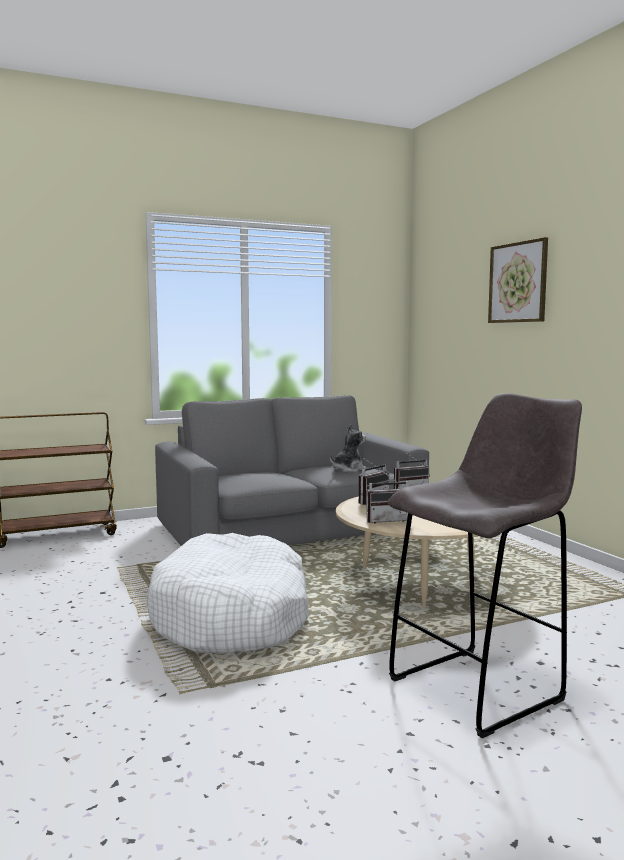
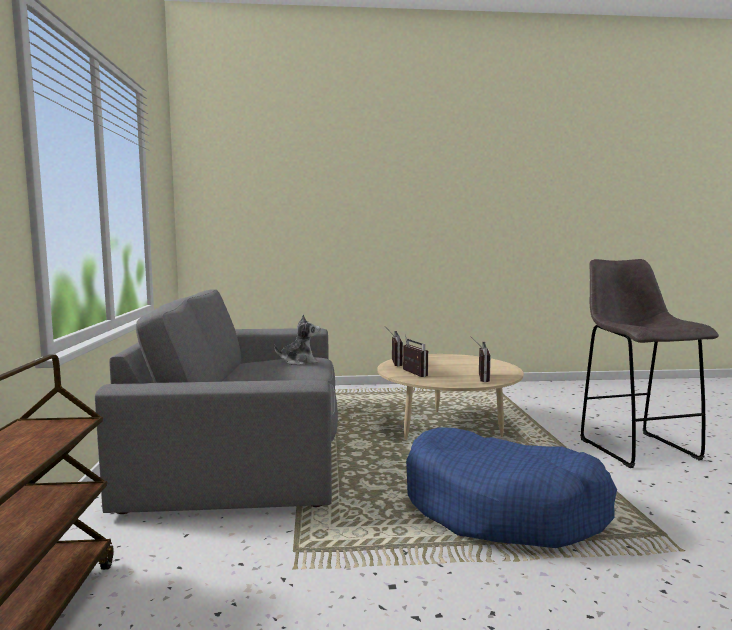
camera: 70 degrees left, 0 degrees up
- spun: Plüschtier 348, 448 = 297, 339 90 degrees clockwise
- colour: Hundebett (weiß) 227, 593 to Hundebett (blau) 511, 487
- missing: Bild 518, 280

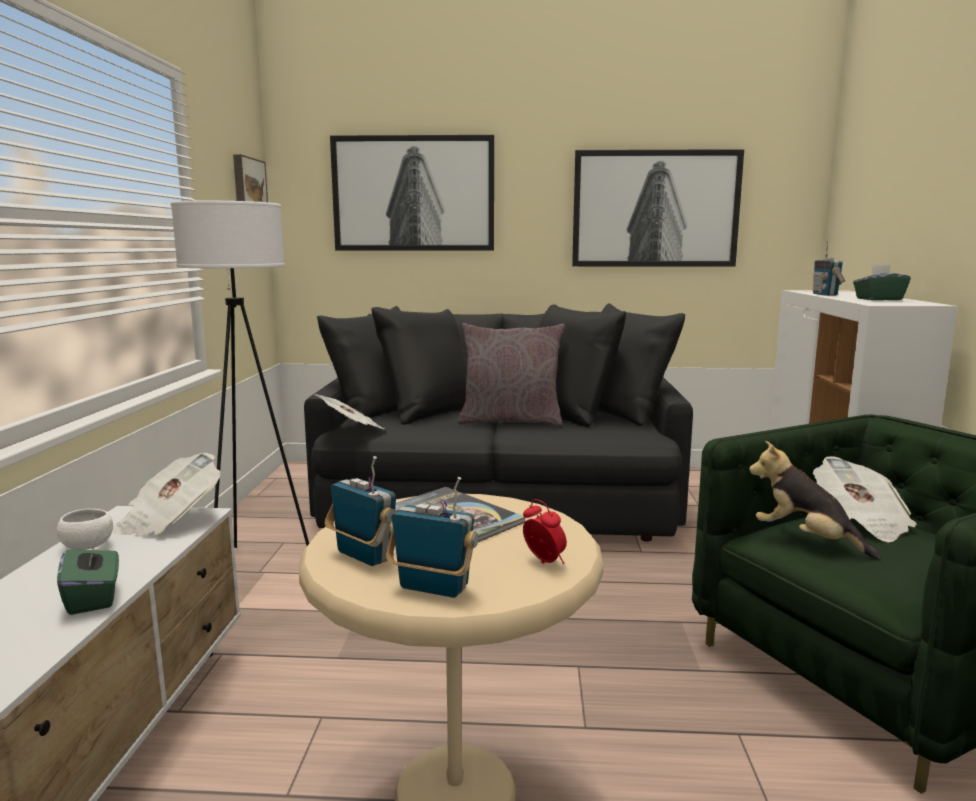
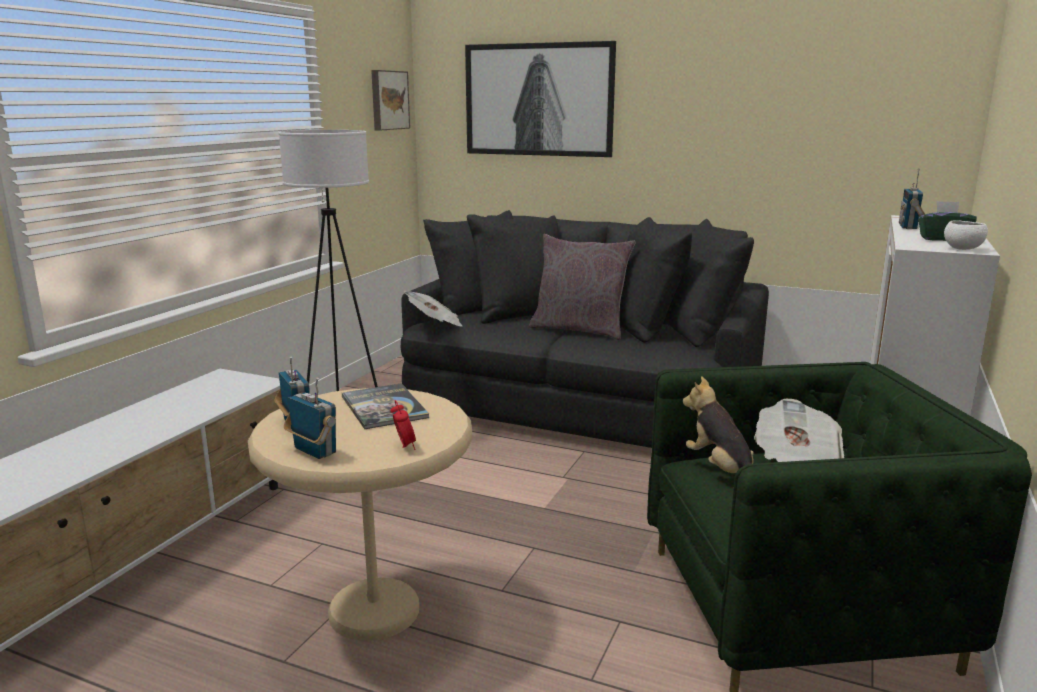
camera: 20 degrees right, 5 degrees up
- relocated: Schüssel (weiß) 85, 529 to 966, 235
- missing: Taschentuchbox (grün) 88, 575
- missing: Zeitung 167, 494
- missing: Bild 658, 208

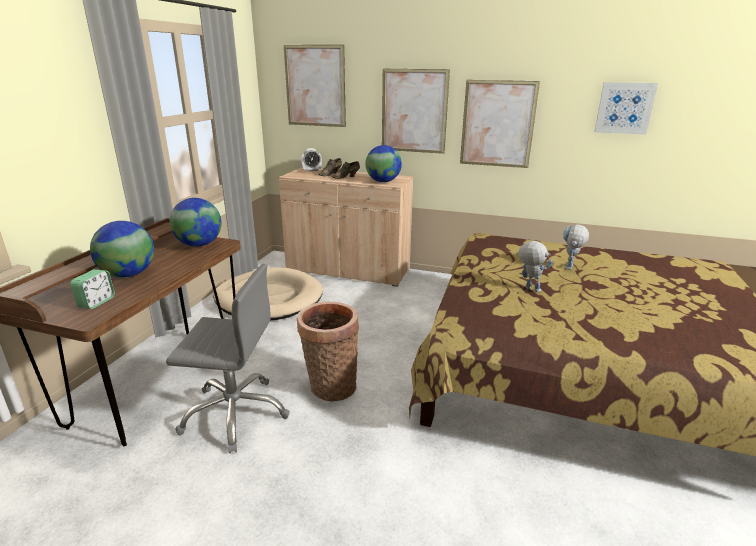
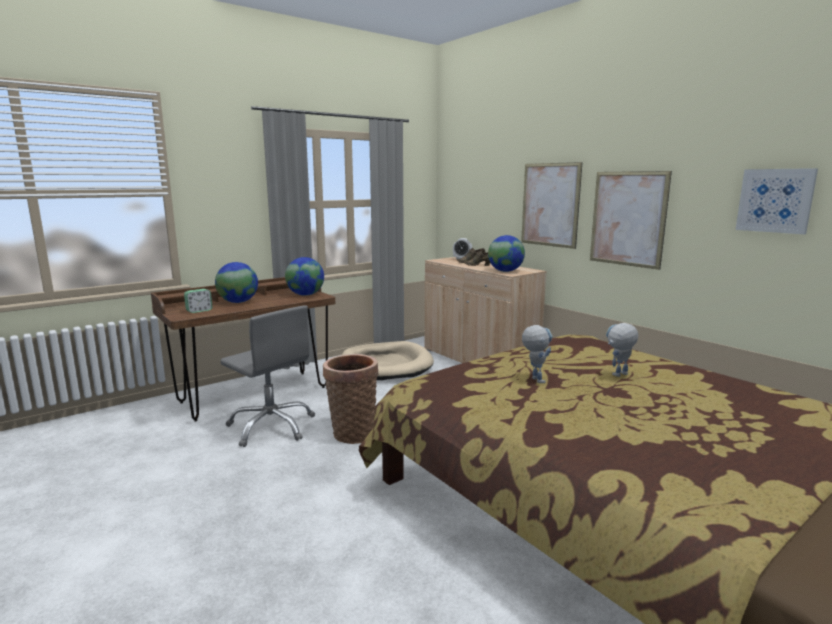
camera: 35 degrees right, 10 degrees down
- missing: Bild 315, 86

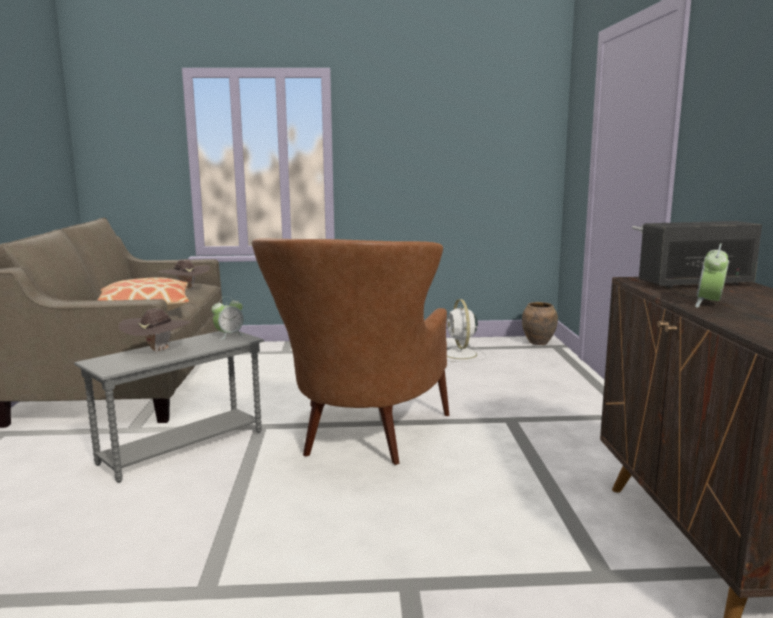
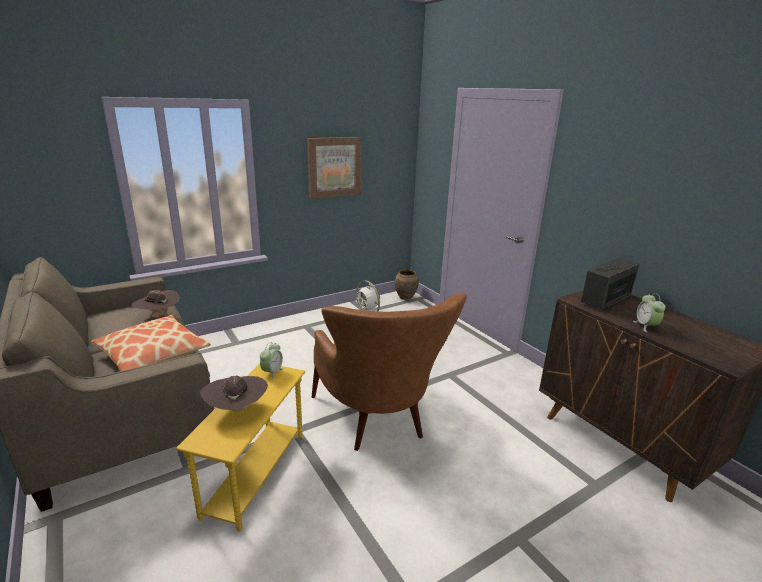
camera: 30 degrees left, 10 degrees up
- colour: Beistelltisch (grau) 169, 407 to Beistelltisch (gelb) 240, 447
- appeared: Bild 334, 168

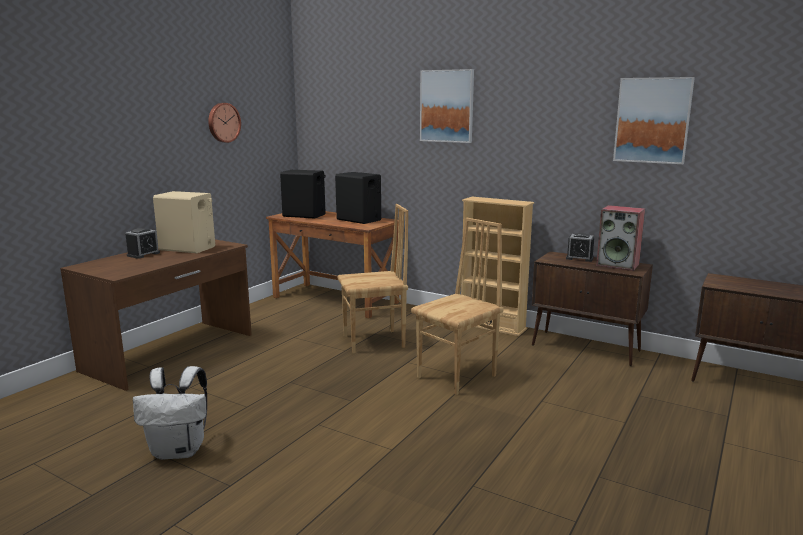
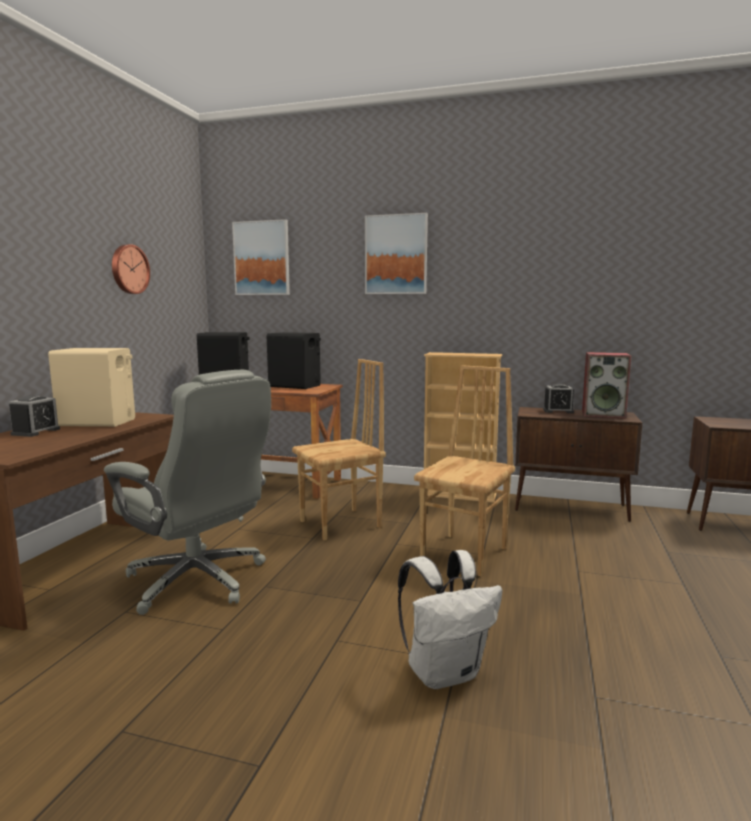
camera: 15 degrees left, 5 degrees down
- appeared: Bürostuhl (grau) 187, 492
- relocated: Bild 654, 120 to 261, 257
- relocated: Rucksack (weiß) 170, 413 to 450, 619

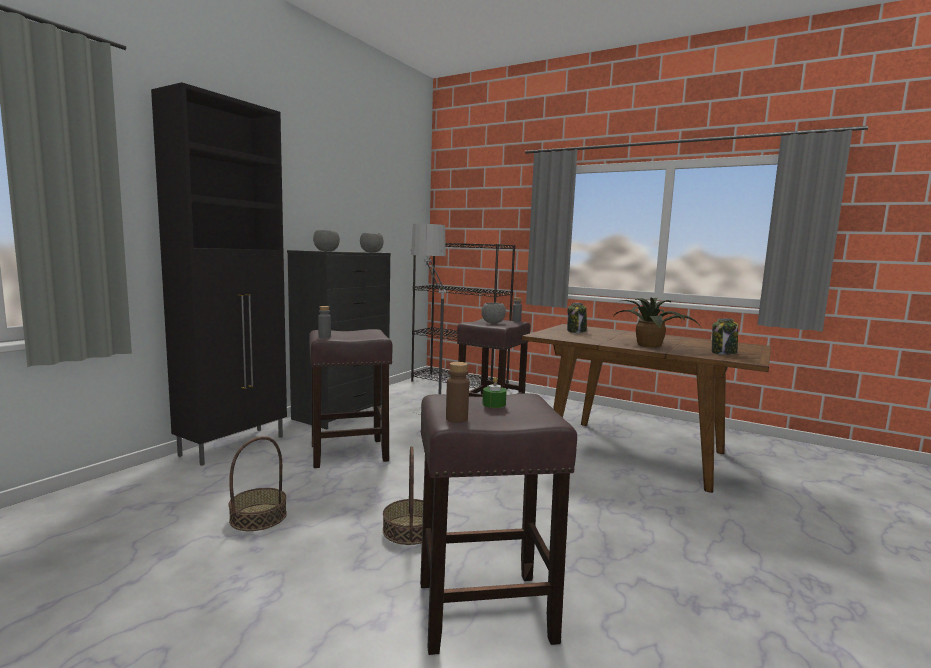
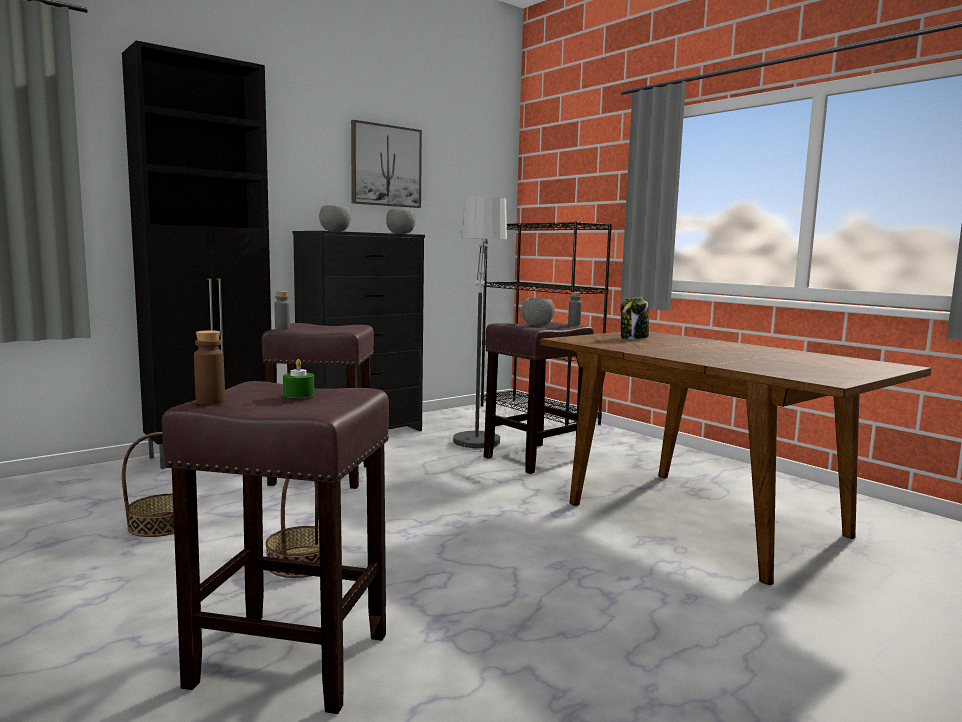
camera: 20 degrees right, 0 degrees up
- appeared: Bild 386, 164
- missing: Topfpflanze 657, 323
- missing: Vorratsglas 725, 336

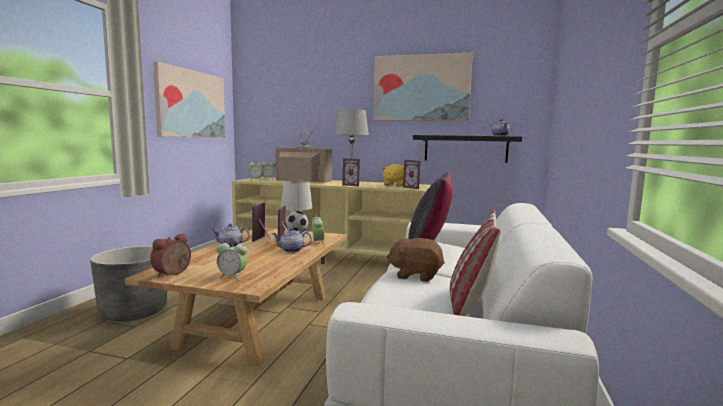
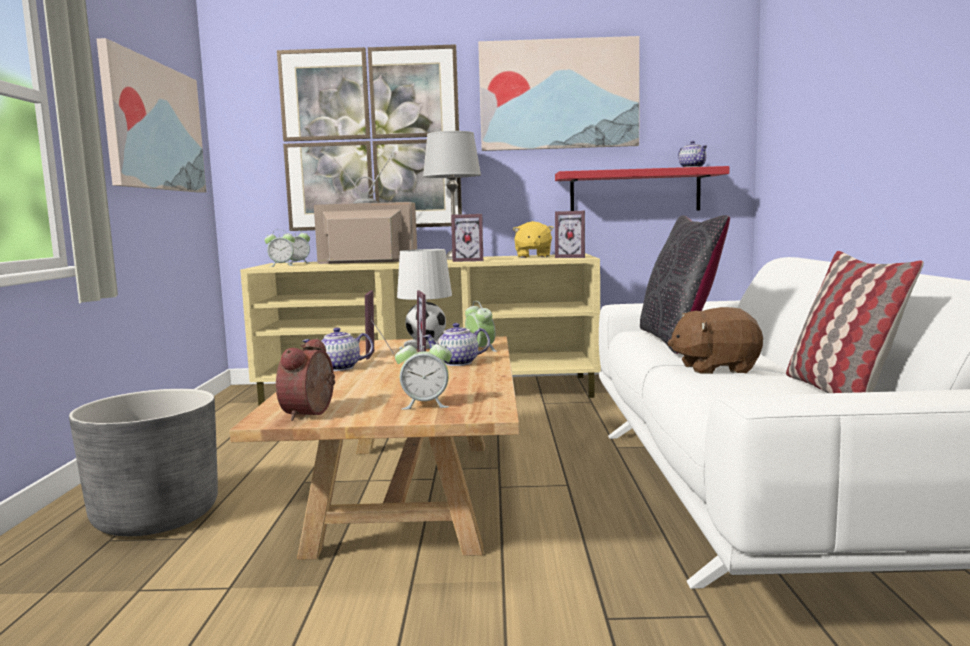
camera: 15 degrees left, 0 degrees up
- appeared: Bild 369, 137
- colour: Wandregal (schwarz) 467, 149 to Wandregal (rot) 642, 188

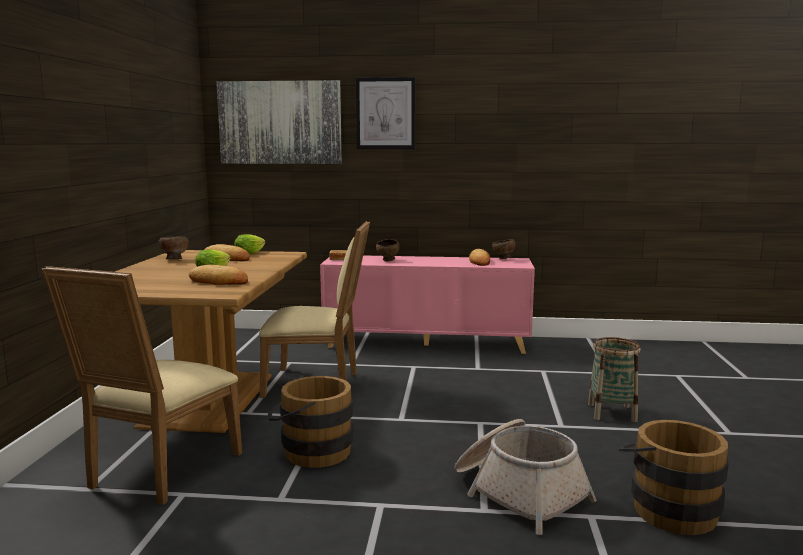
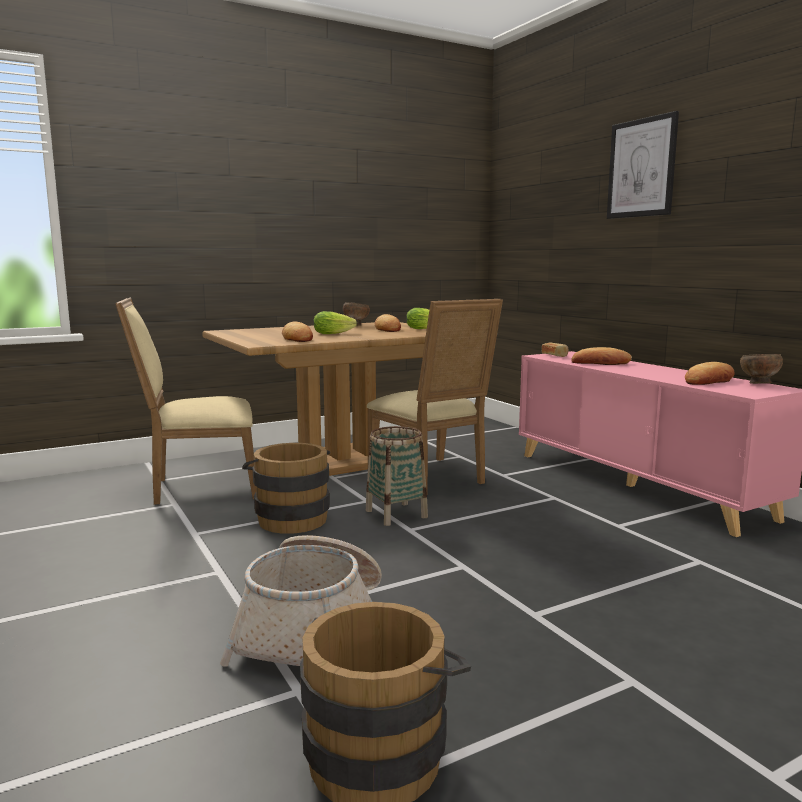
camera: 55 degrees right, 0 degrees up
- relocated: Korb 614, 379 to 397, 476
- exchanged: Schüssel (braun) 388, 250 to Brot 601, 356
- missing: Bild 279, 122

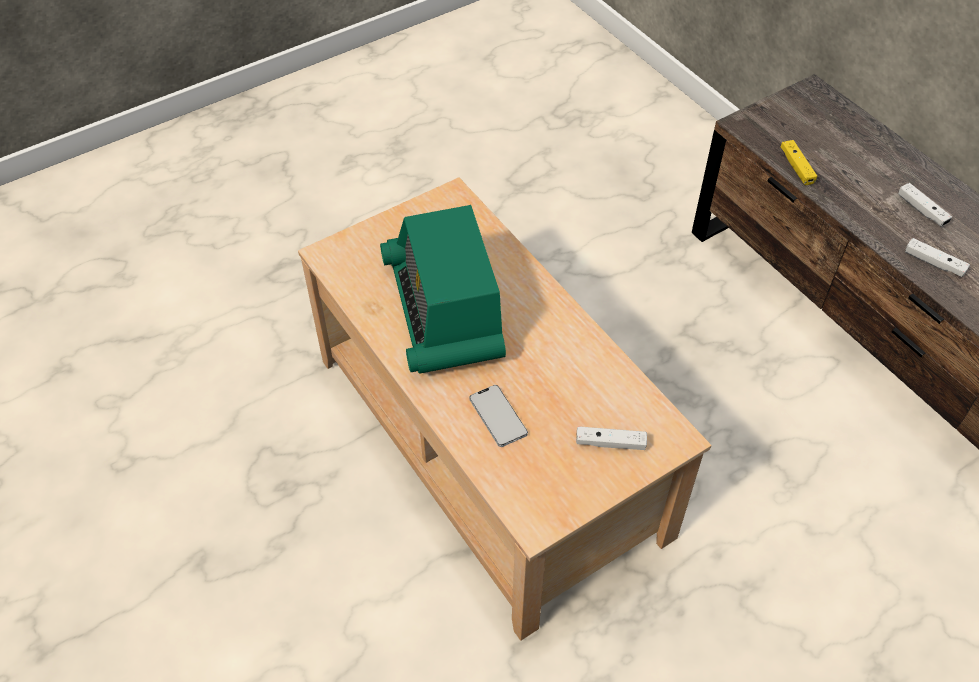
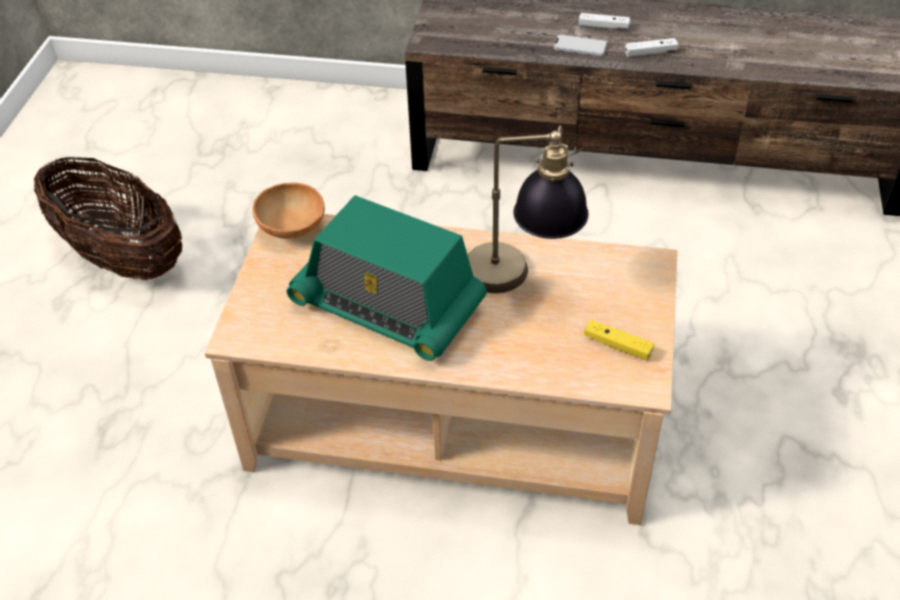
camera: 45 degrees left, 5 degrees down
- appeared: Korb 108, 218
- appeared: Schüssel (braun) 288, 211
- appeared: Tischlampe 528, 209
- relocated: Handy 498, 416 to 581, 45
- relocated: Gamepad (gelb) 799, 162 to 619, 340
- missing: Gamepad (weiß) 611, 438

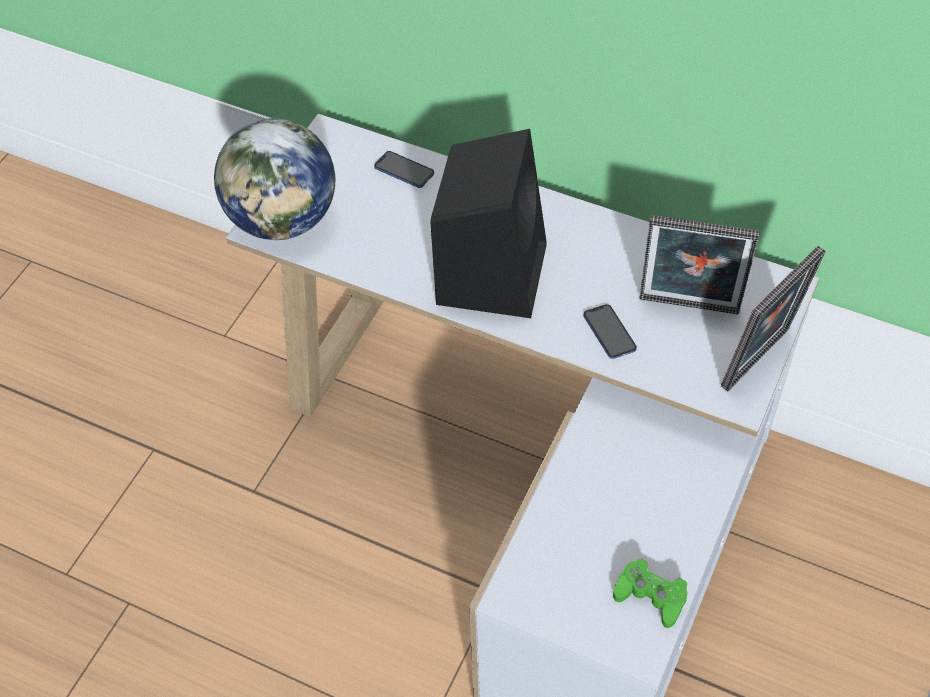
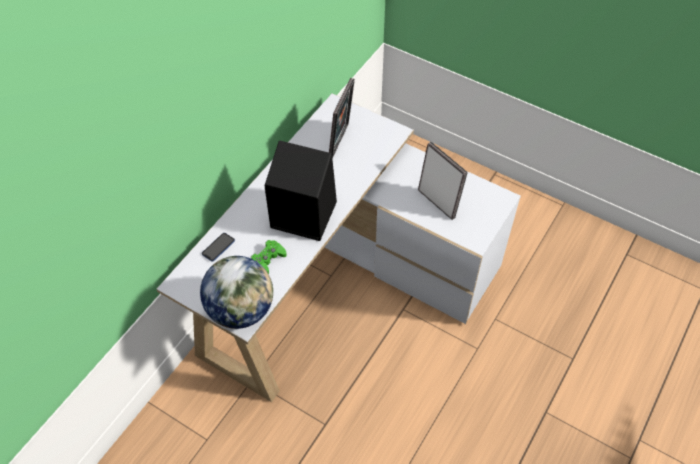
camera: 85 degrees left, 0 degrees up
- relocated: Gamepad (grün) 650, 593 to 269, 257
- relocated: Bilderrahmen 773, 318 to 443, 181
- missing: Handy 610, 331

